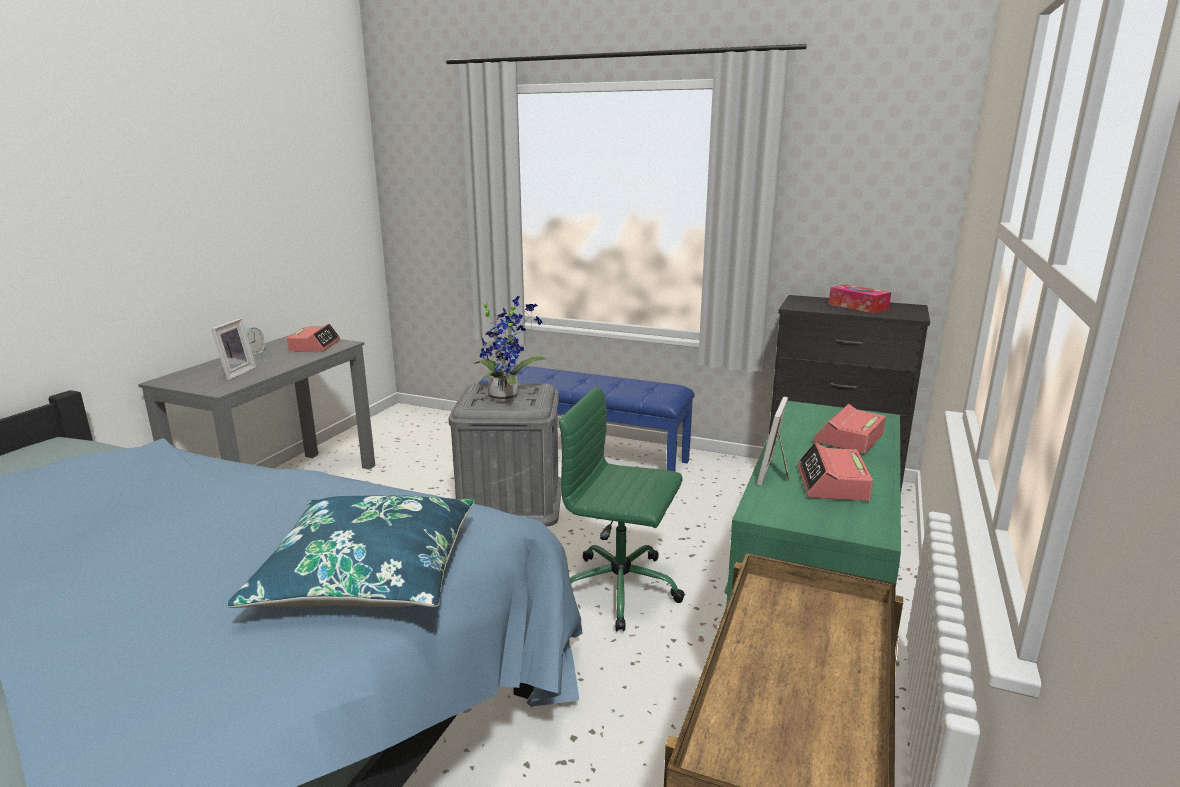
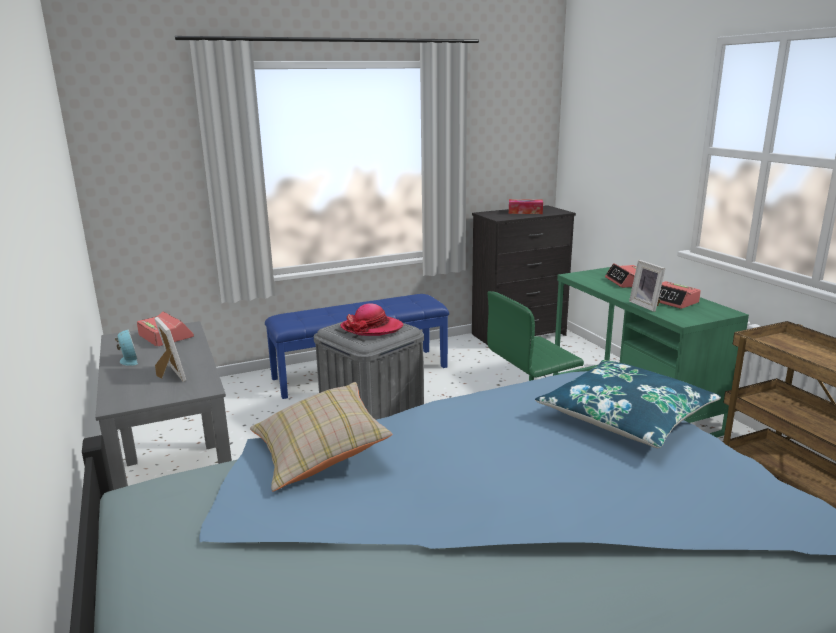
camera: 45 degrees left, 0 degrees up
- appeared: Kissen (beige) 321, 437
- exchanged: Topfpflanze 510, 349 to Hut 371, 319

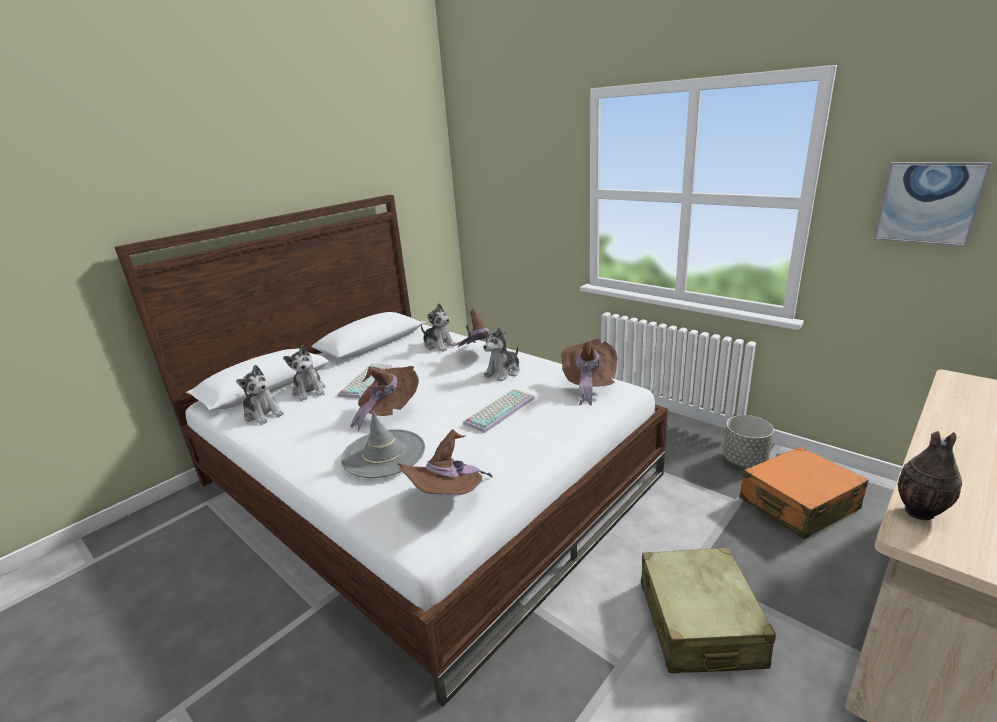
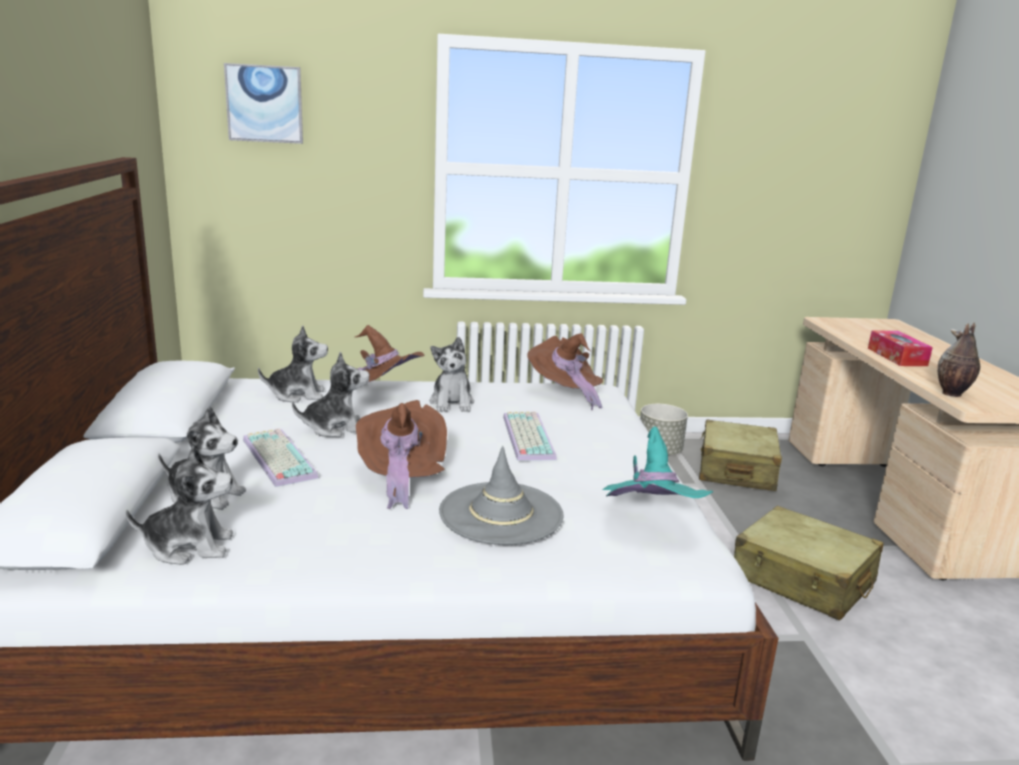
camera: 50 degrees left, 5 degrees down
- relocated: Bild 932, 204 to 263, 103
- appeared: Plüschtier 331, 394
- colour: Hut (braun) 445, 462 to Hut (türkis) 658, 462
- colour: Koffer (orange) 803, 492 to Koffer (beige) 740, 455
- appeared: Taschentuchbox 900, 348

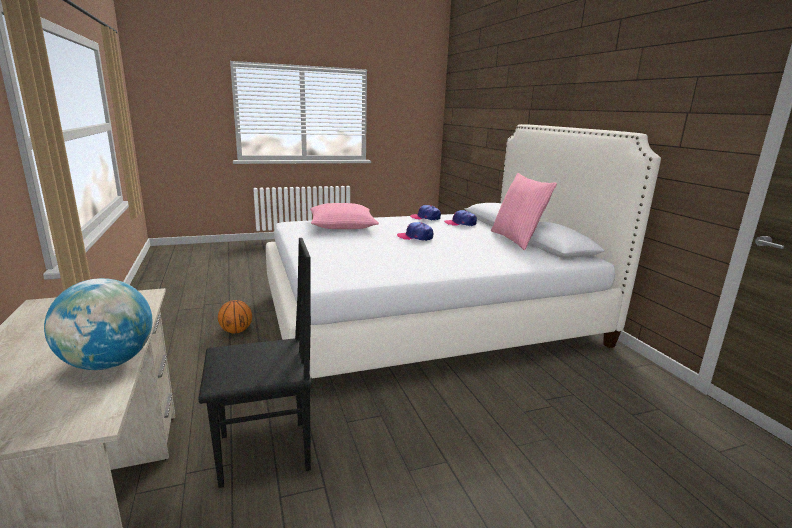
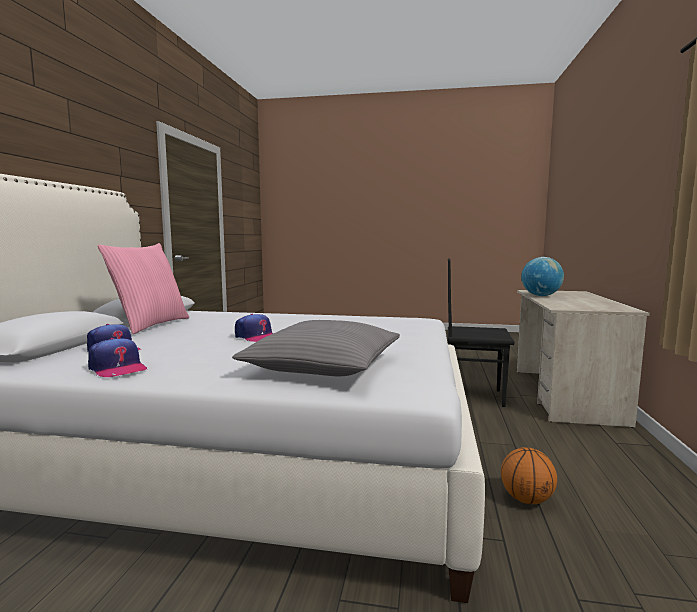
camera: 150 degrees left, 10 degrees down
- colour: Kissen (rosa) 344, 216 to Kissen (grau) 316, 348

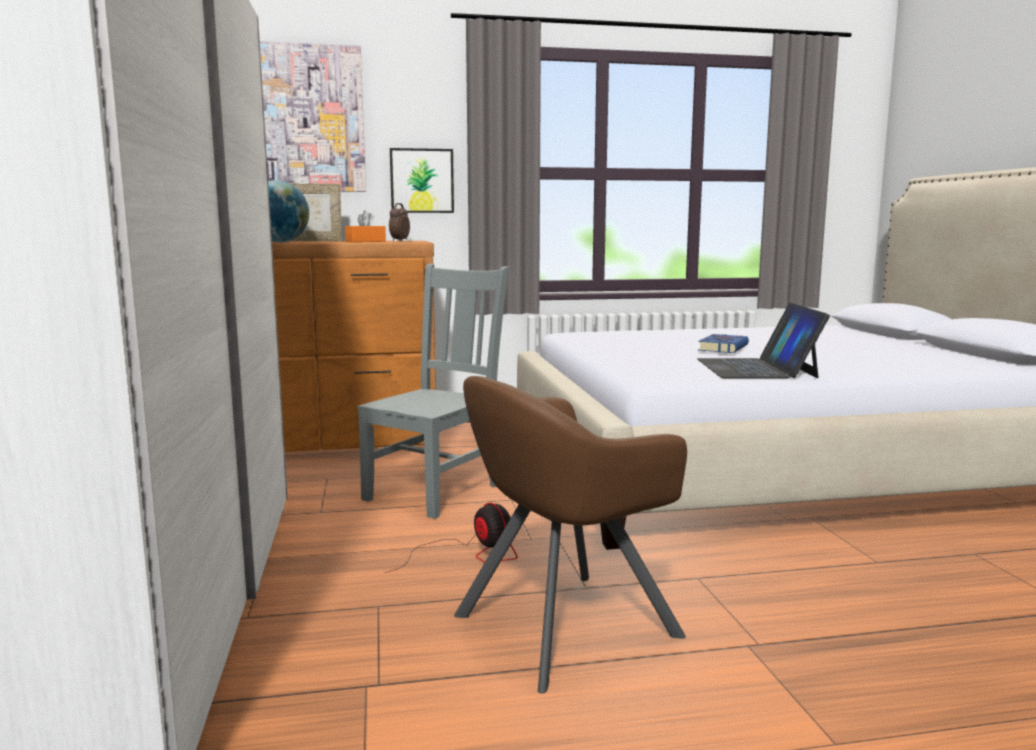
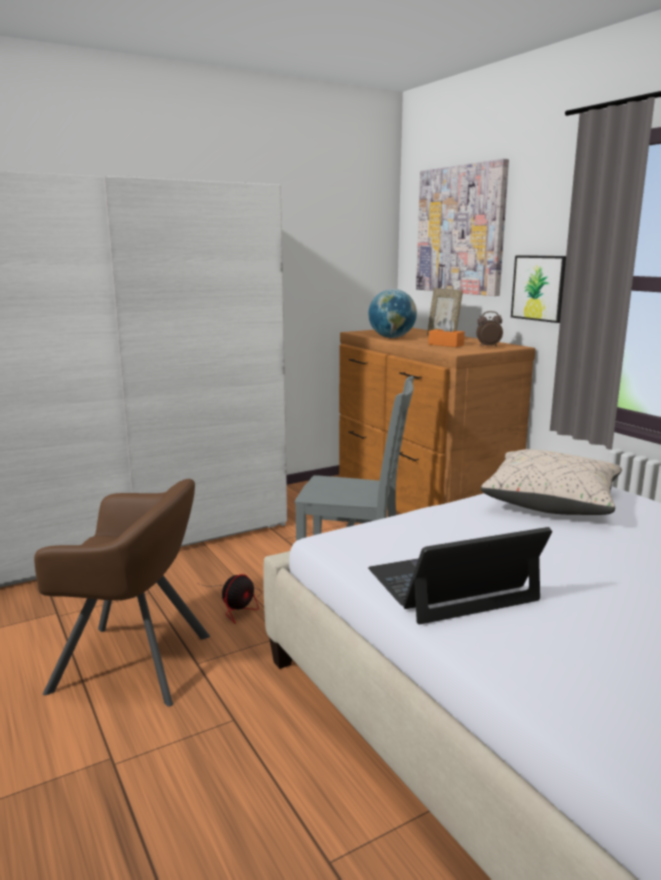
camera: 70 degrees right, 5 degrees up
- spun: Sessel (braun) 570, 534 = 122, 593 150 degrees clockwise
- appeared: Kissen (beige) 551, 482
- missing: Buch (blau) 723, 343

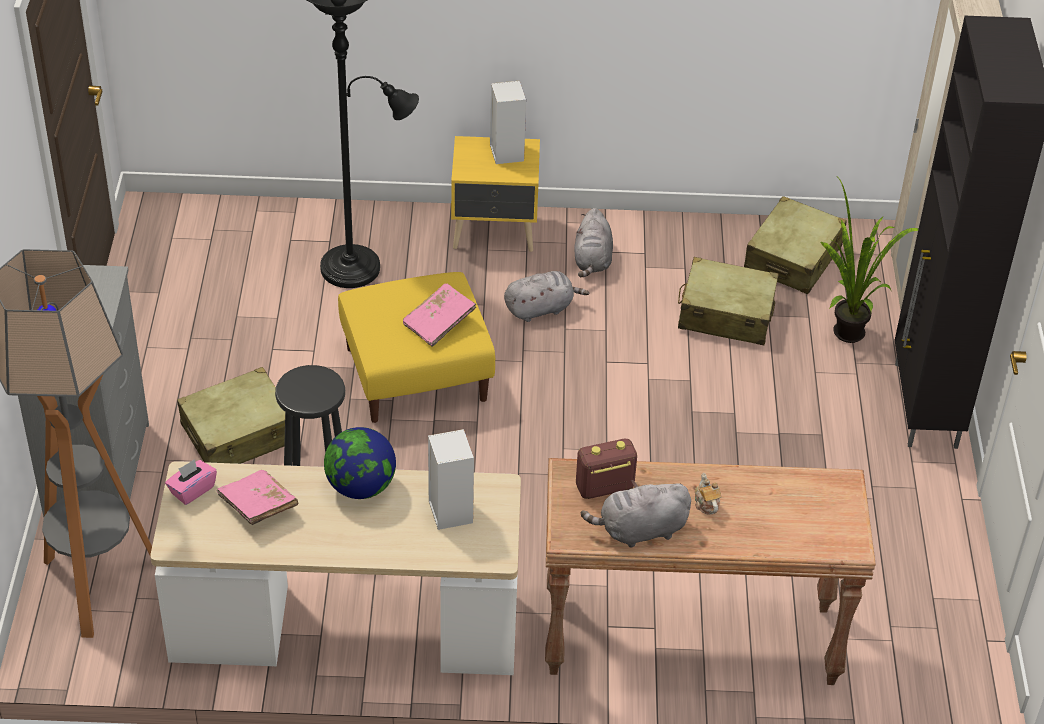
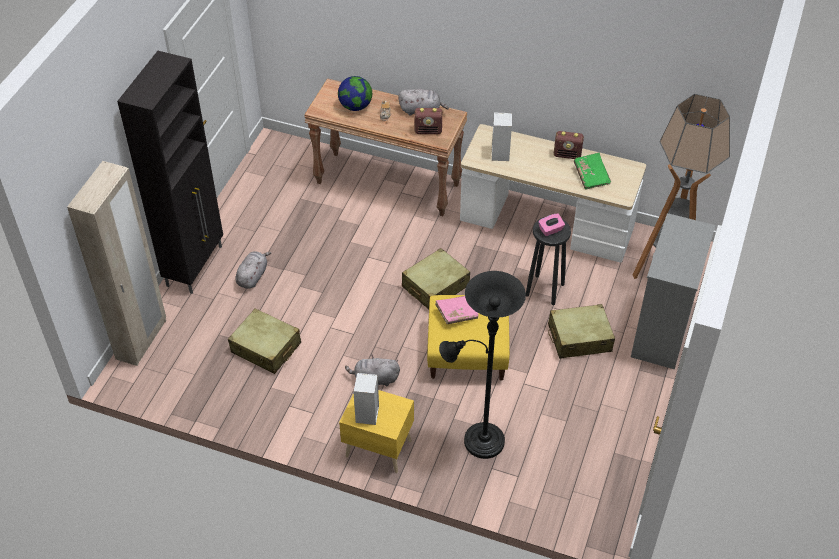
camera: 160 degrees left, 5 degrees up
- relocated: Plüschtier (grau) 593, 242 to 253, 270
- relocated: Globus 360, 463 to 355, 93
- relocated: Koffer (beige) 795, 245 to 436, 278
- relocated: Taschentuchbox (rosa) 191, 482 to 551, 225
- appeared: Radio 569, 145
- colour: Buch (rosa) 257, 497 to Buch (grün) 592, 171
- missing: Topfpflanze 870, 260

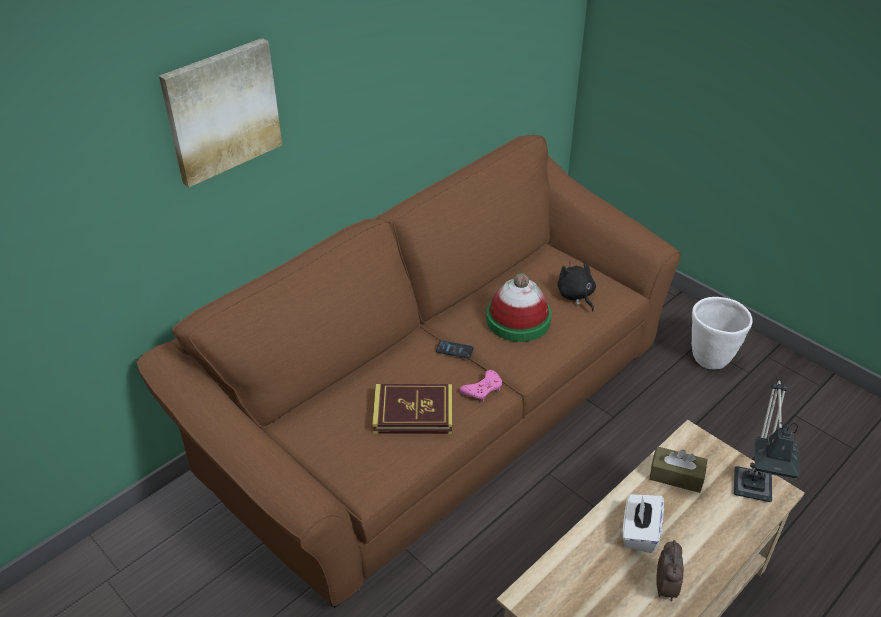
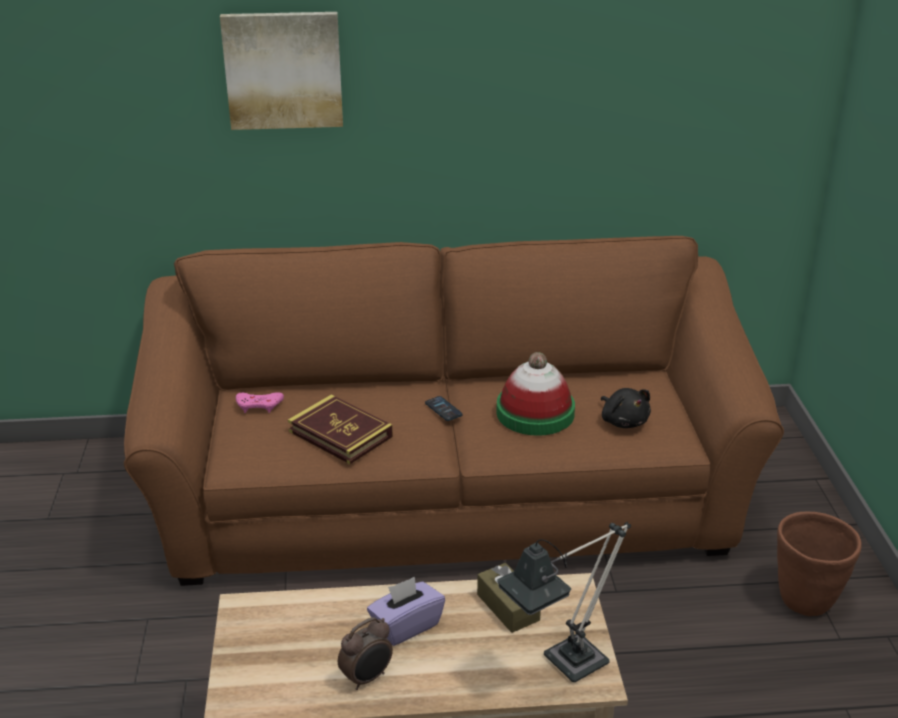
camera: 40 degrees right, 10 degrees down
- relocated: Gamepad (rosa) 481, 385 to 260, 402
- colour: Taschentuchbox (weiß) 643, 523 to Taschentuchbox (lila) 406, 611
- spun: Plüschtier (schwarz) 576, 285 = 626, 408 135 degrees clockwise
- colour: Pflanzkübel (weiß) 722, 333 to Pflanzkübel (braun) 819, 564

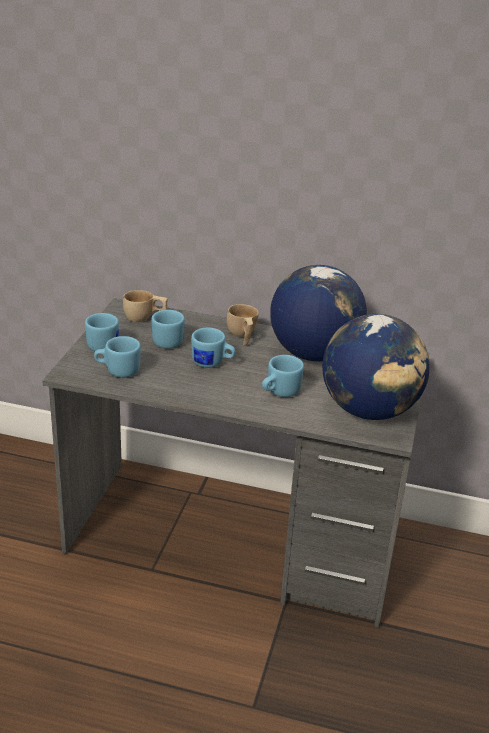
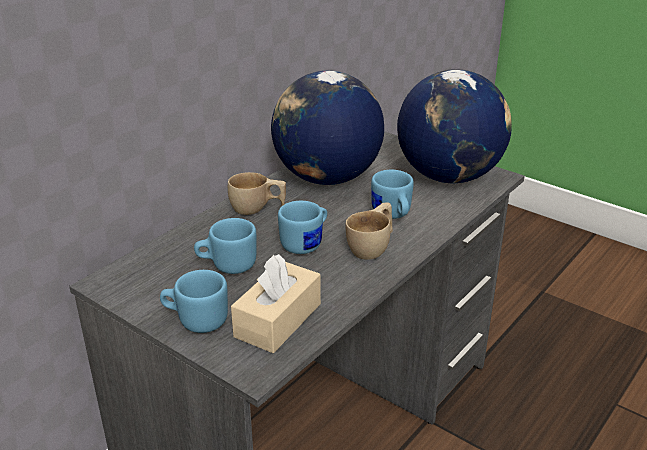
camera: 65 degrees left, 0 degrees up
- exchanged: Henkelbecher (blau) 117, 357 to Taschentuchbox (beige) 276, 303
- relocated: Tasse (beige) 145, 306 to 369, 231

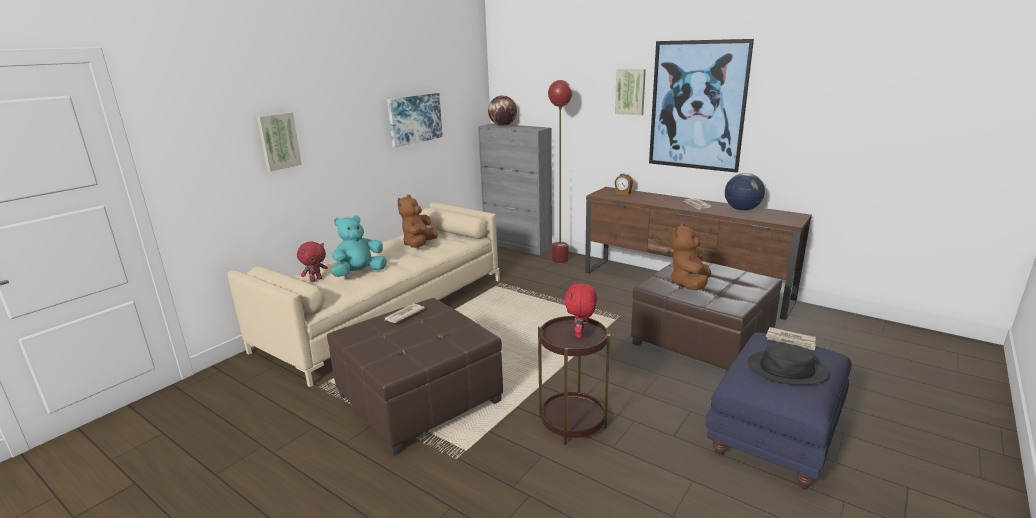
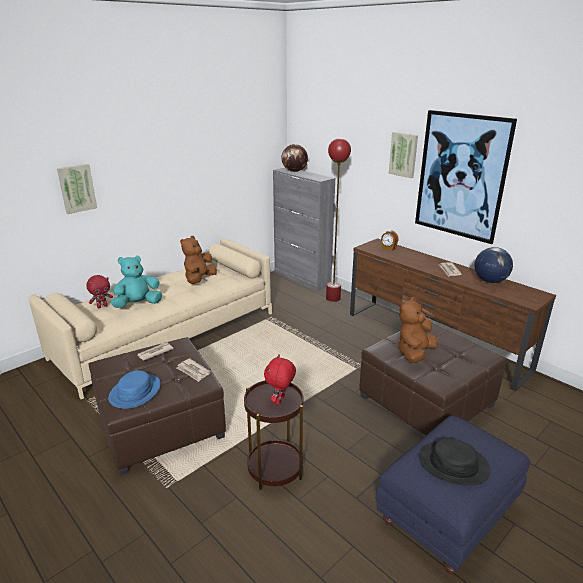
camera: 10 degrees right, 5 degrees up
- appeared: Hut (blau) 134, 389
- relocated: Zeitung 791, 339 to 194, 370
- missing: Bild 415, 120

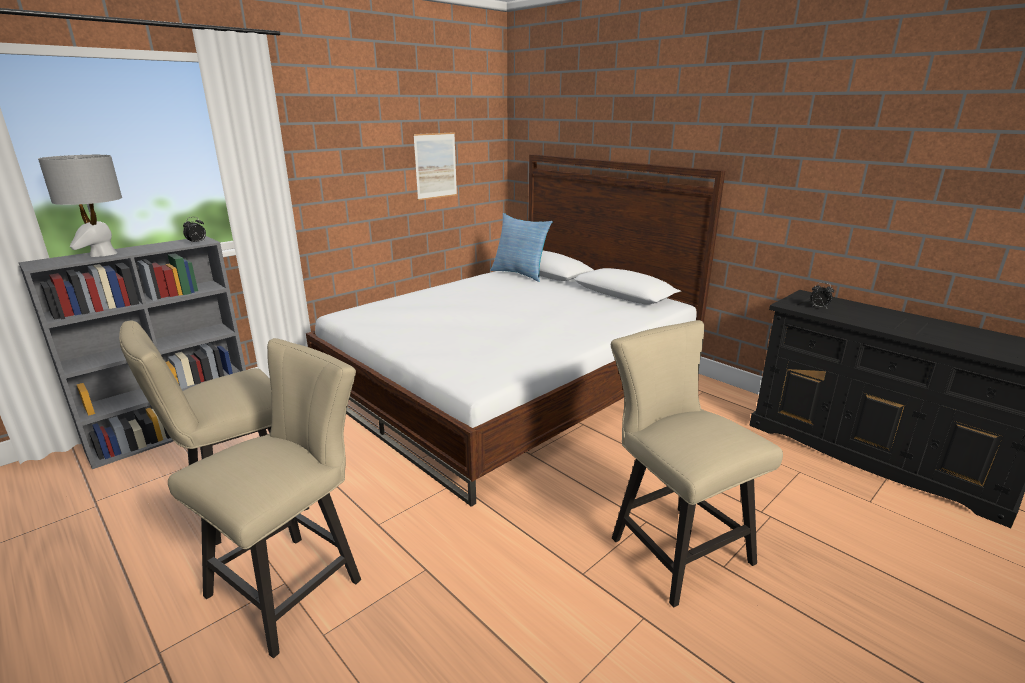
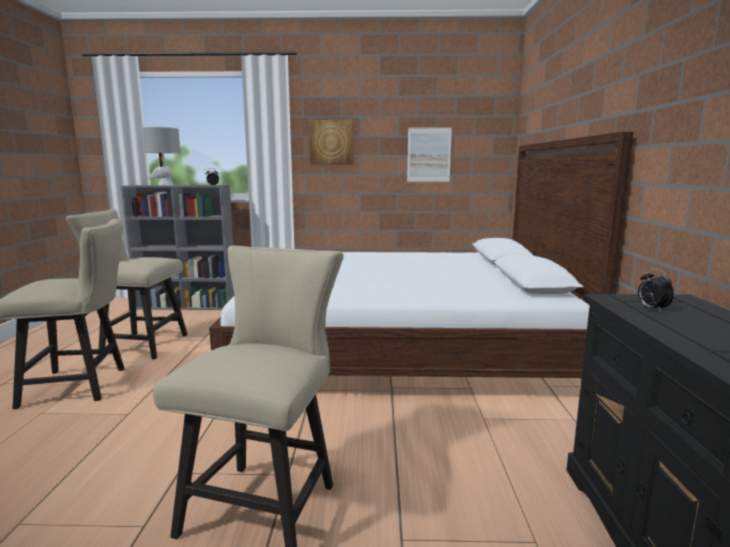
camera: 45 degrees right, 10 degrees down
- appeared: Bild 331, 142
- missing: Kissen 522, 247

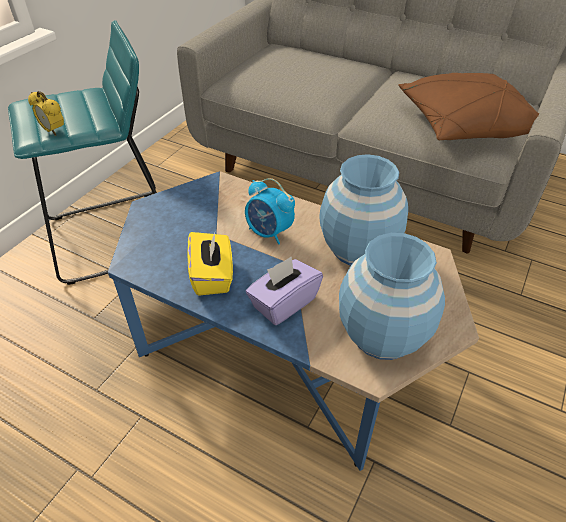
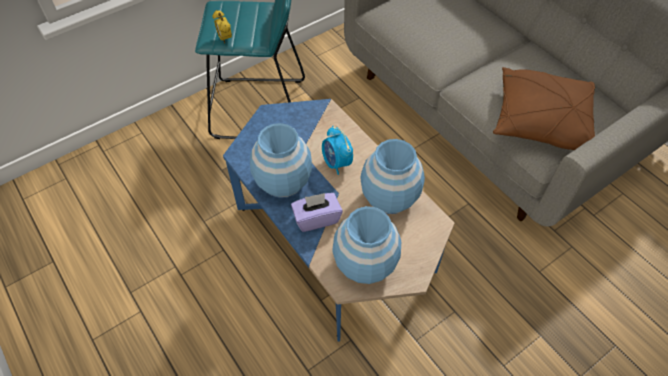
camera: 25 degrees right, 10 degrees up
- exchanged: Taschentuchbox (gelb) 210, 264 to Vase (blau) 281, 160

